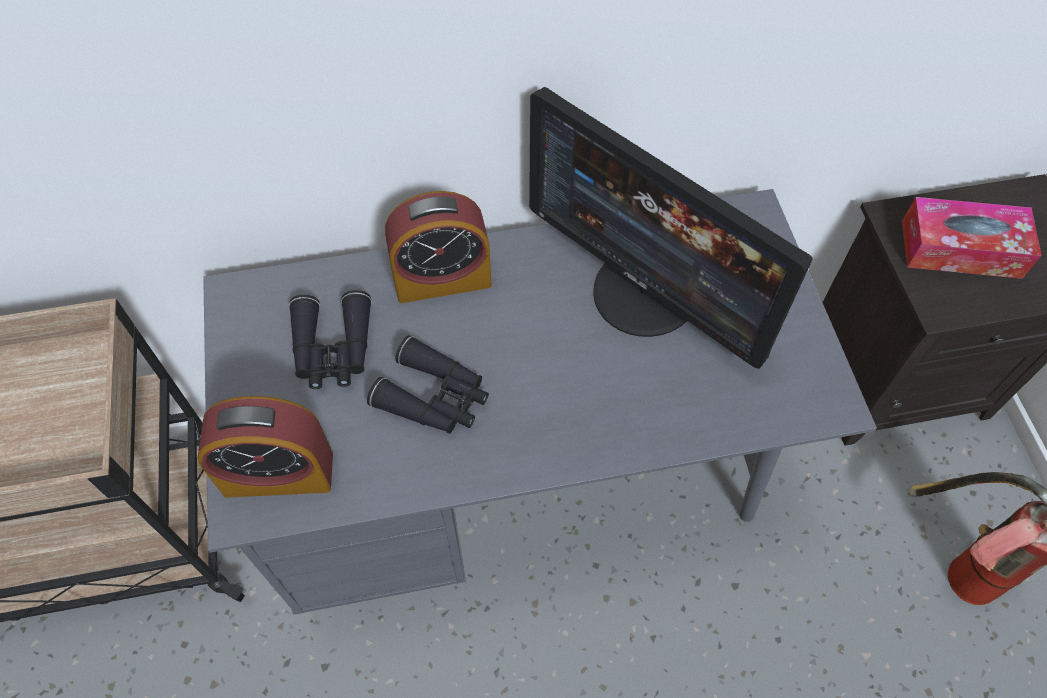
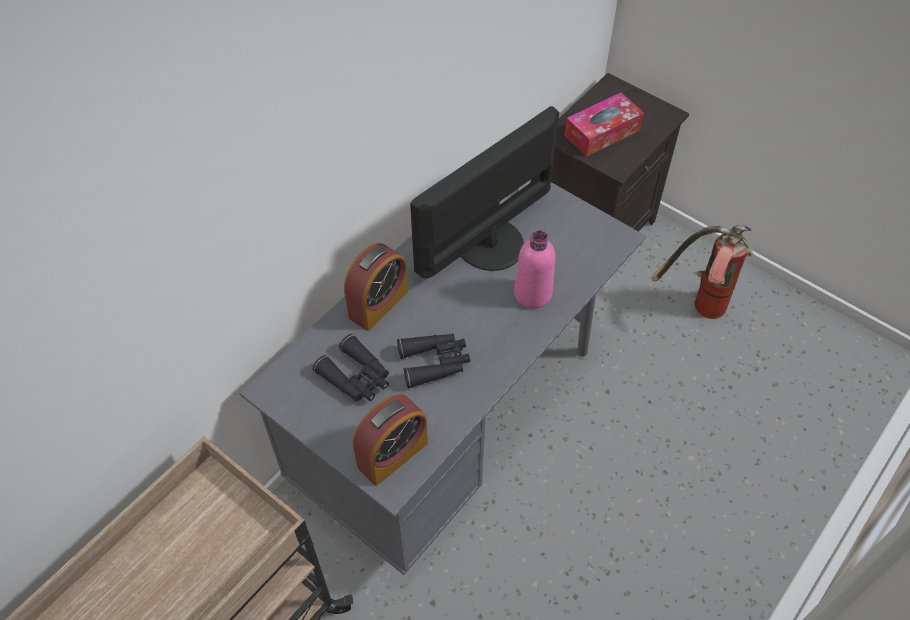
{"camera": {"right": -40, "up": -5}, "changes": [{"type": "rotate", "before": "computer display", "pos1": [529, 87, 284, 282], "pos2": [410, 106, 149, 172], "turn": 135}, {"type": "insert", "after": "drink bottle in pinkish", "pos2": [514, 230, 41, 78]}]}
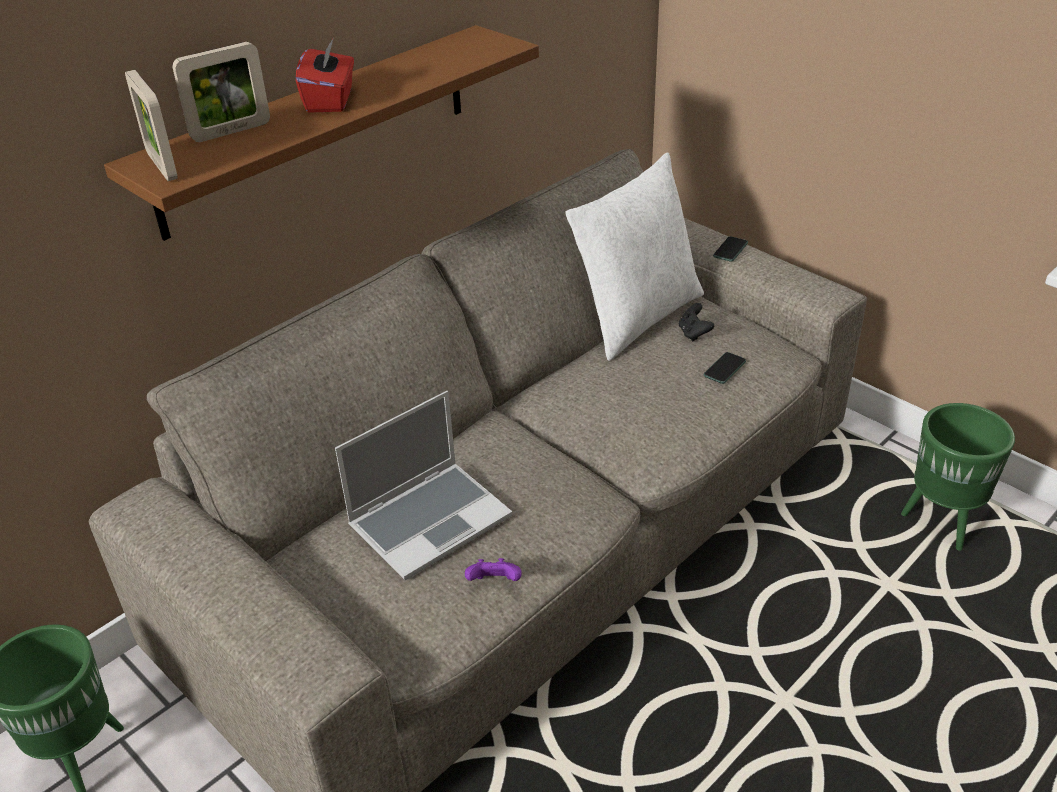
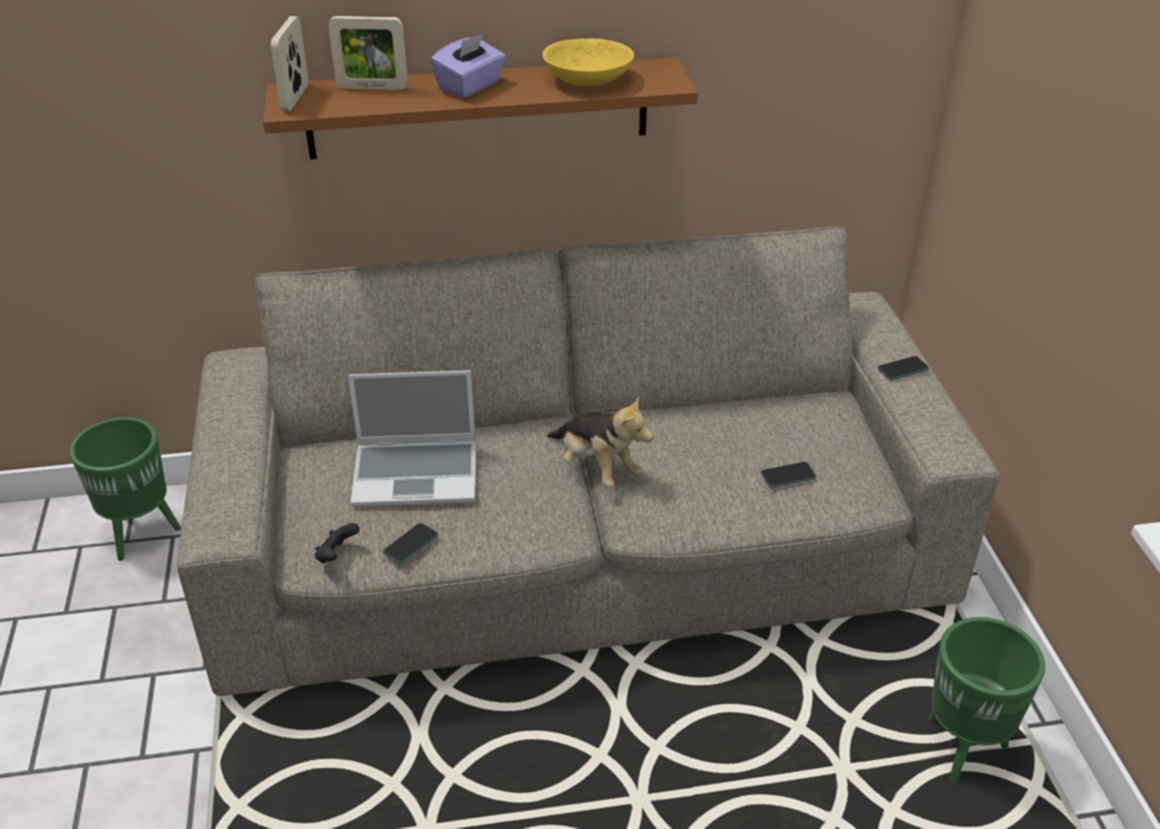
{"camera": {"right": 35, "up": 0}, "changes": [{"type": "recolor", "before": "tissue box in red-coloured", "after": "tissue box in purplish", "pos1": [295, 38, 59, 74], "pos2": [430, 33, 76, 65]}, {"type": "replace", "before": "gamepad in purplish", "after": "handset", "pos1": [465, 558, 57, 23], "pos2": [383, 523, 55, 41]}, {"type": "delete", "before": "throw pillow in white-coloured", "pos1": [565, 153, 139, 208]}, {"type": "move", "before": "gamepad in black", "pos1": [679, 303, 35, 38], "pos2": [315, 523, 45, 40]}, {"type": "insert", "after": "deep dish in yellow", "pos2": [542, 38, 92, 48]}, {"type": "insert", "after": "cuddly toy", "pos2": [547, 396, 106, 91]}]}
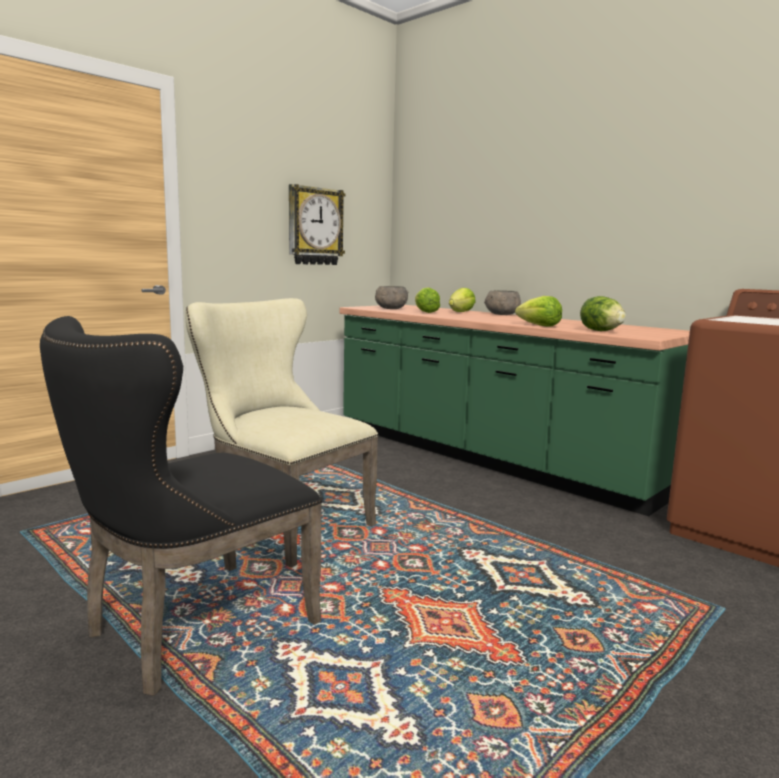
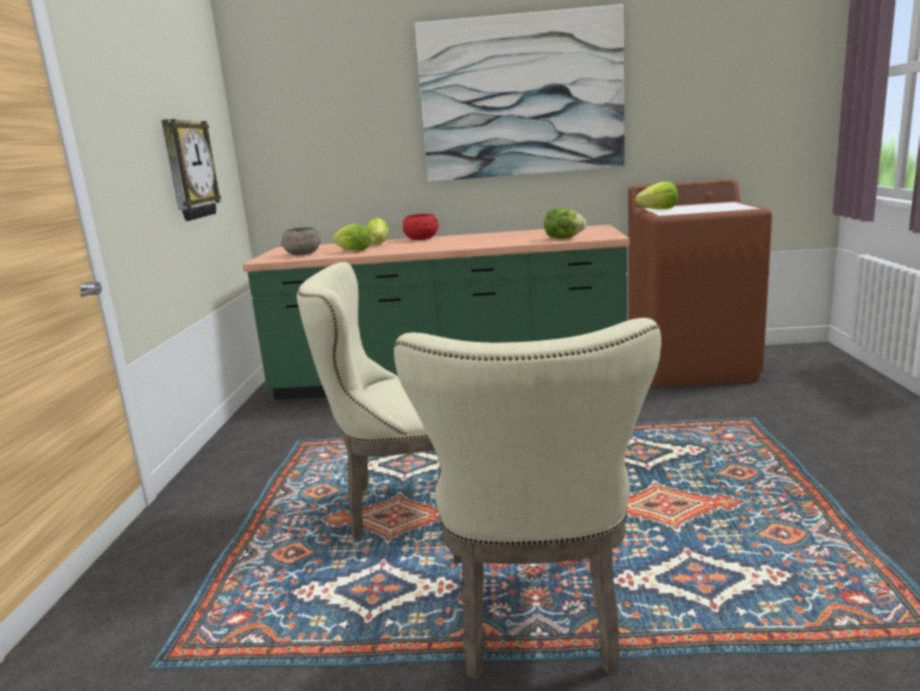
{"camera": {"right": -40, "up": 5}, "changes": [{"type": "recolor", "before": "chair in black", "after": "chair in beige", "pos1": [40, 316, 282, 380], "pos2": [393, 318, 268, 362]}, {"type": "recolor", "before": "deep dish in gray", "after": "deep dish in red-coloured", "pos1": [484, 290, 37, 25], "pos2": [403, 214, 35, 26]}, {"type": "move", "before": "head of lettuce", "pos1": [515, 296, 47, 31], "pos2": [635, 181, 43, 29]}, {"type": "insert", "after": "wall picture", "pos2": [415, 4, 209, 177]}]}
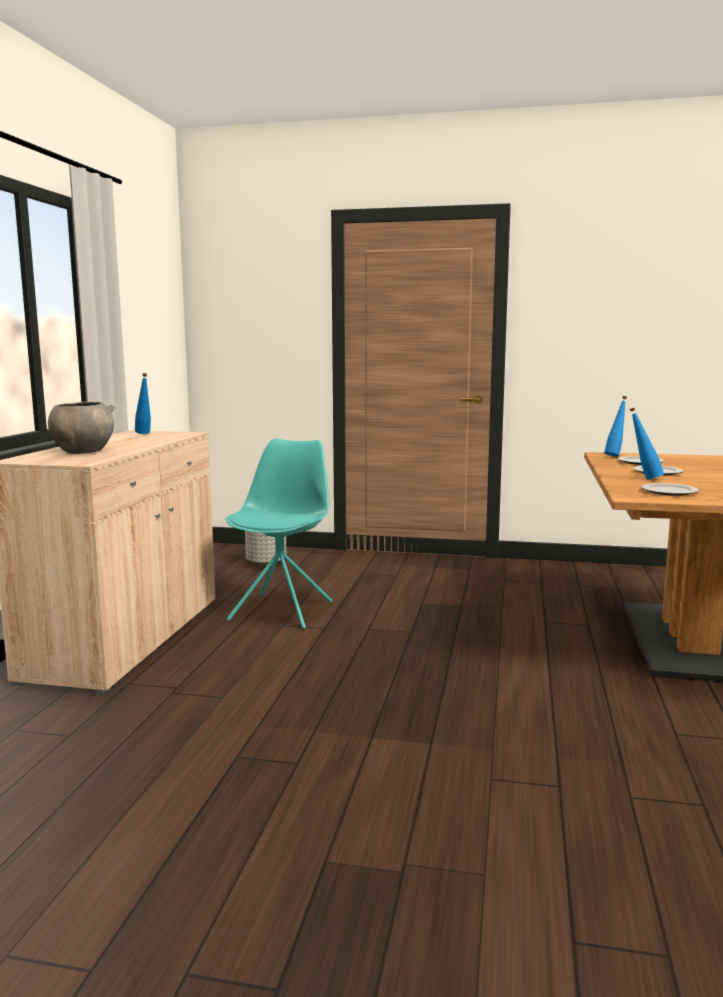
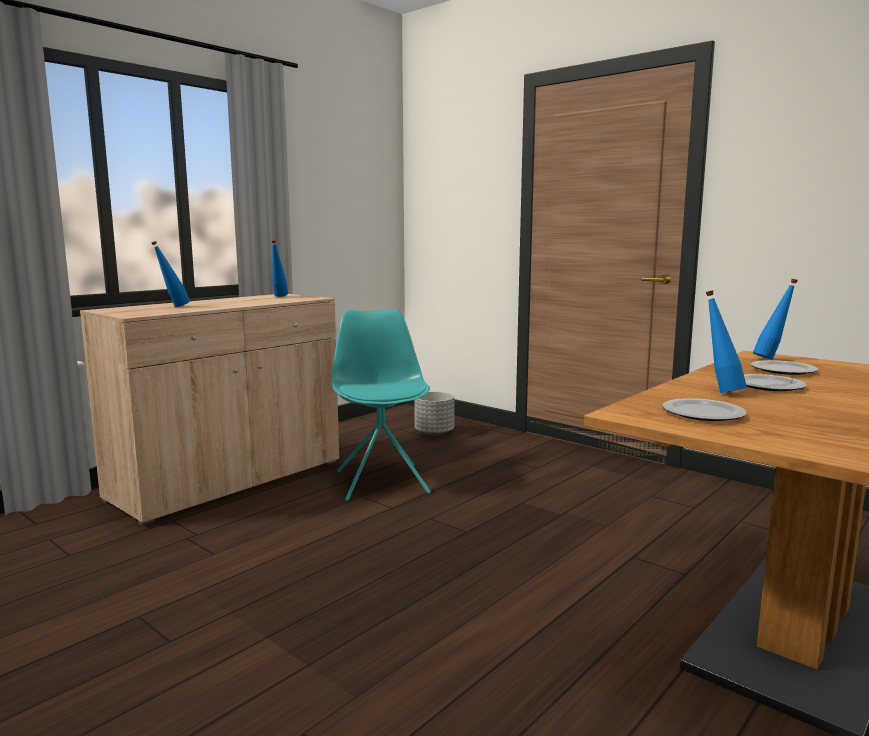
{"camera": {"right": 30, "up": 0}, "changes": [{"type": "replace", "before": "deep dish in gray", "after": "drink bottle in blue-coloured", "pos1": [48, 402, 67, 52], "pos2": [151, 241, 39, 66]}, {"type": "rotate", "before": "chair in blue-green", "pos1": [226, 438, 107, 191], "pos2": [332, 309, 99, 192], "turn": -60}]}
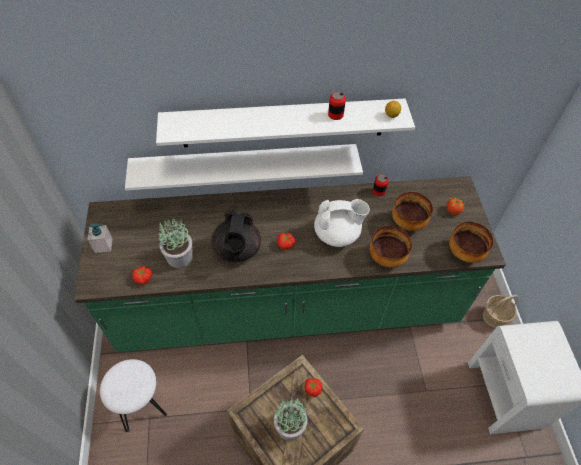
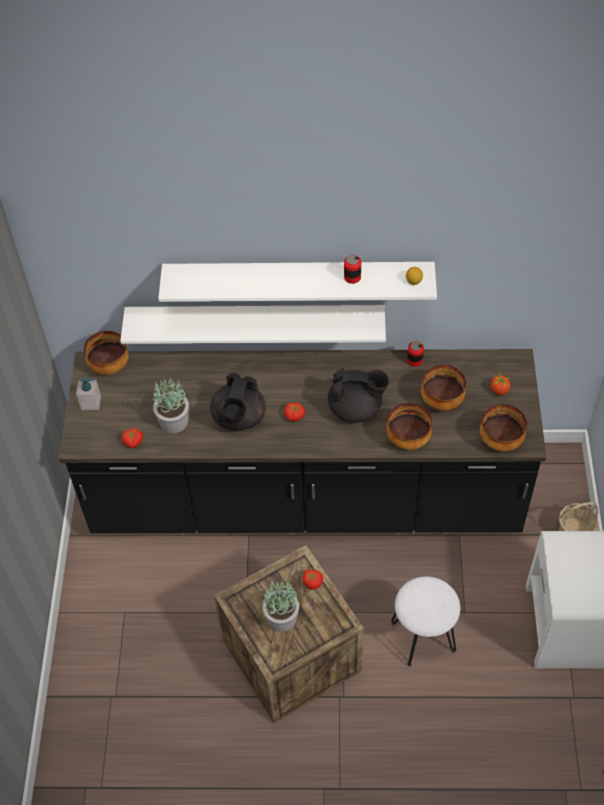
{"camera": {"right": 10, "up": 0}, "changes": [{"type": "recolor", "before": "kitchen base unit in greenish", "after": "kitchen base unit in black", "pos1": [74, 176, 432, 176], "pos2": [59, 349, 487, 184]}, {"type": "move", "before": "stool seat in white-coloured", "pos1": [100, 359, 67, 74], "pos2": [391, 576, 69, 91]}, {"type": "recolor", "before": "tea pot in white-coloured", "after": "tea pot in black", "pos1": [314, 199, 56, 48], "pos2": [328, 368, 61, 55]}, {"type": "insert", "after": "deep dish", "pos2": [84, 331, 45, 44]}]}
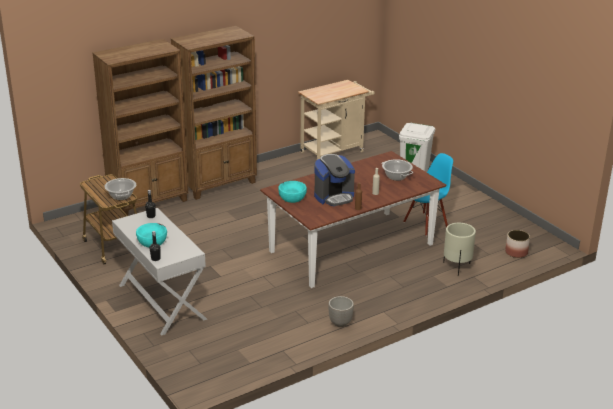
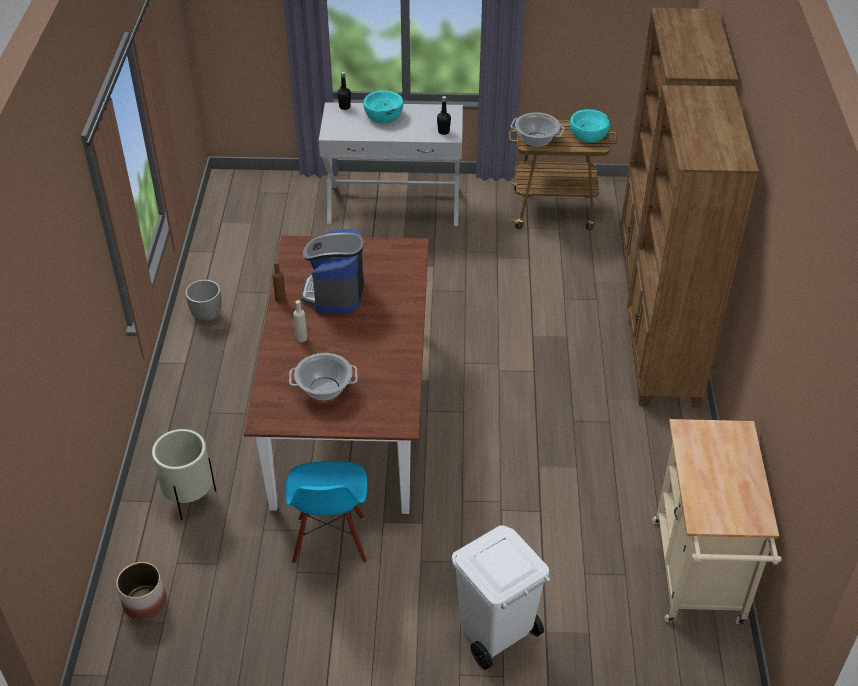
{"camera": {"right": 125, "up": 15}, "changes": [{"type": "move", "before": "deep dish in blue-green", "pos1": [278, 181, 29, 22], "pos2": [570, 109, 40, 34]}]}
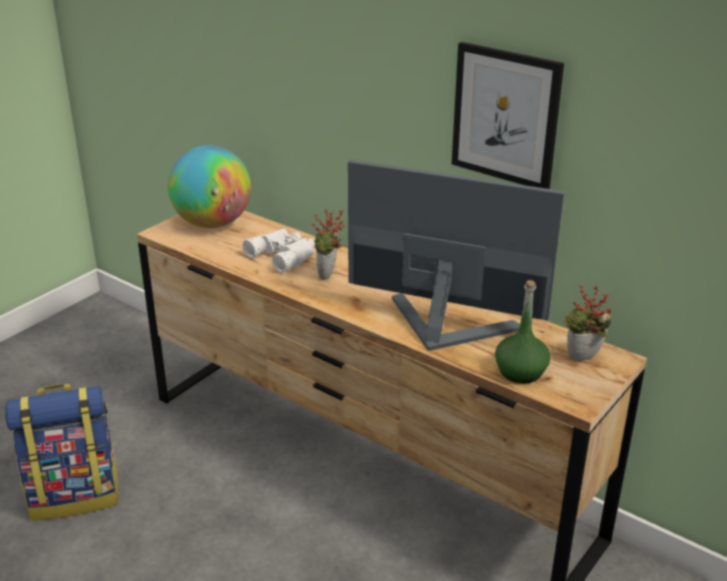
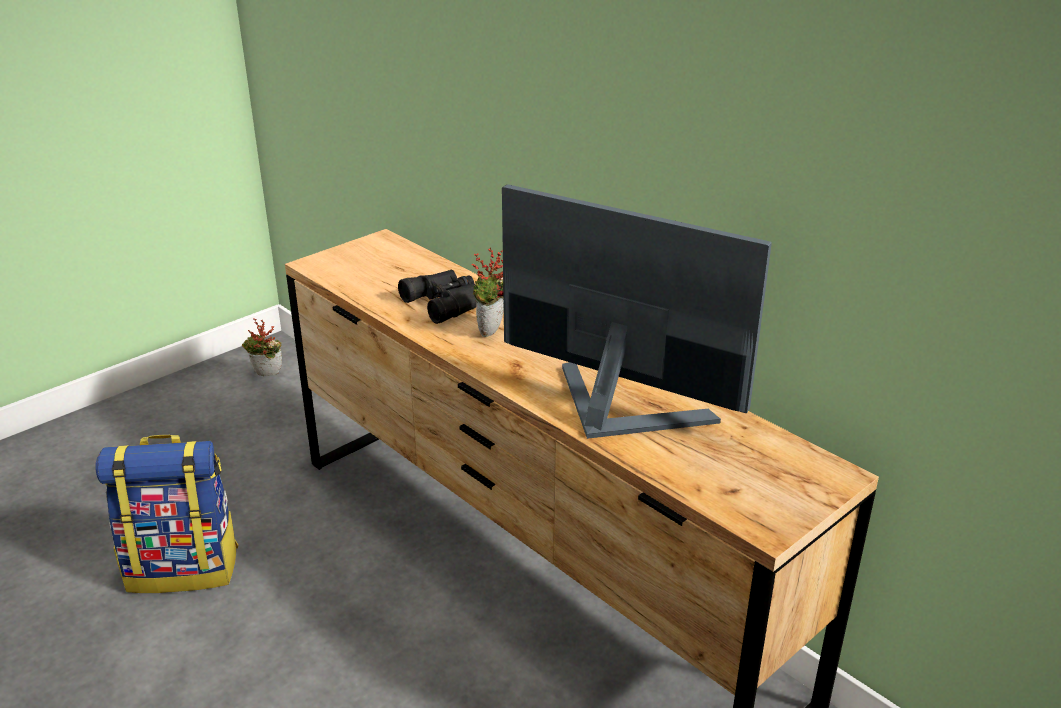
{"camera": {"right": 10, "up": 0}, "changes": [{"type": "delete", "before": "desk globe", "pos1": [168, 146, 83, 82]}, {"type": "recolor", "before": "pair of binoculars in white-coloured", "after": "pair of binoculars in black", "pos1": [243, 228, 72, 45], "pos2": [398, 270, 78, 54]}, {"type": "delete", "before": "wall picture", "pos1": [452, 42, 112, 147]}, {"type": "delete", "before": "drink bottle in greenish", "pos1": [495, 280, 56, 103]}, {"type": "move", "before": "plant in a pot", "pos1": [564, 285, 48, 76], "pos2": [242, 318, 40, 58]}]}
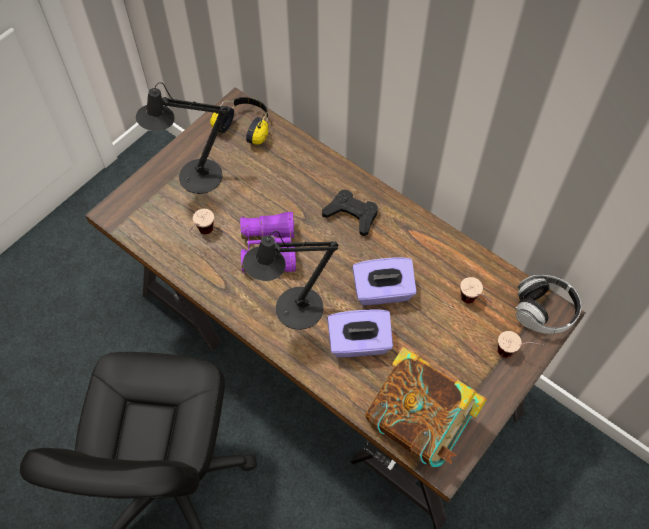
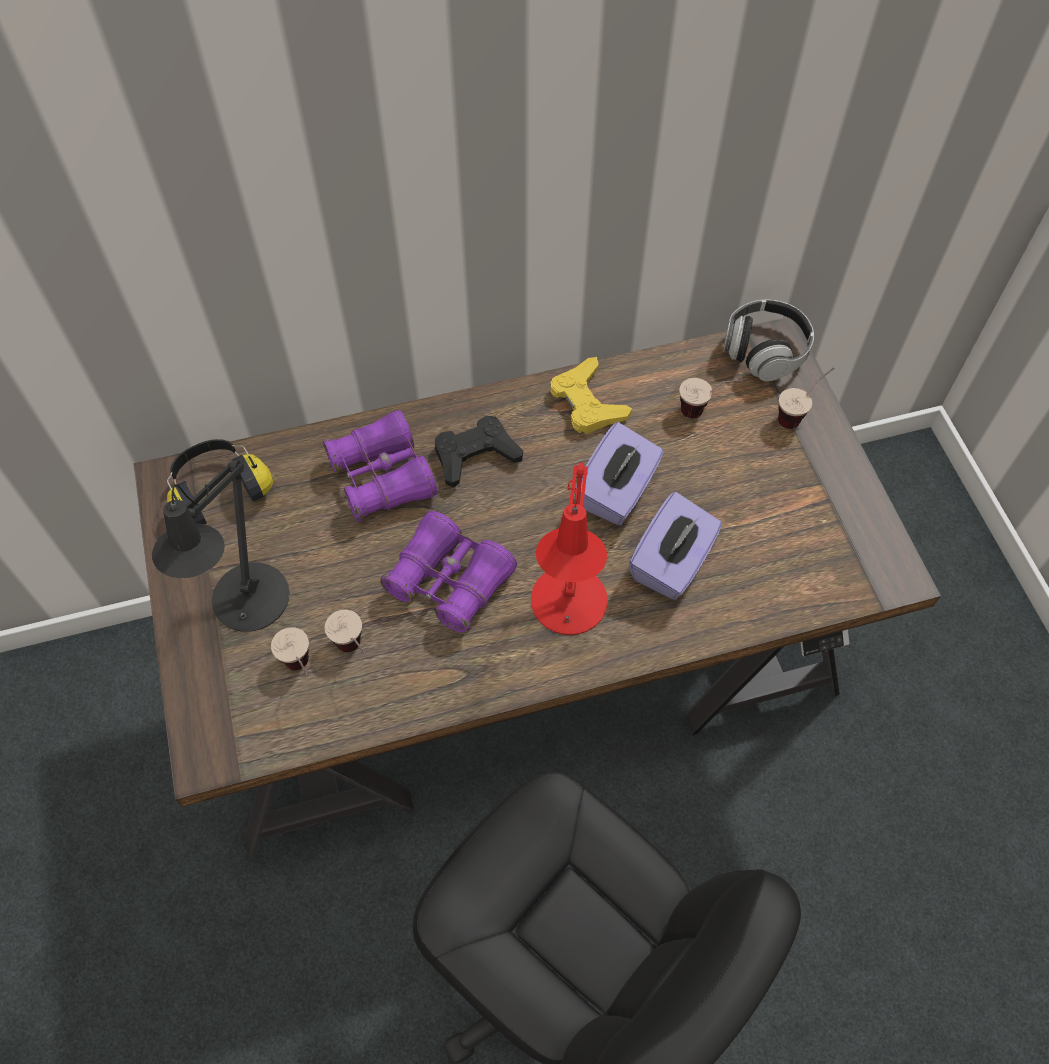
{"camera": {"right": -55, "up": 0}, "changes": [{"type": "recolor", "before": "lamp for a table in black", "after": "lamp for a table in red-coloured", "pos1": [243, 231, 95, 99], "pos2": [531, 463, 77, 172]}, {"type": "delete", "before": "book", "pos1": [365, 347, 122, 120]}, {"type": "insert", "after": "small cup", "pos2": [271, 627, 38, 48]}, {"type": "insert", "after": "pair of binoculars in purplish", "pos2": [323, 410, 115, 112]}, {"type": "insert", "after": "gamepad in yellow", "pos2": [551, 357, 81, 77]}]}
